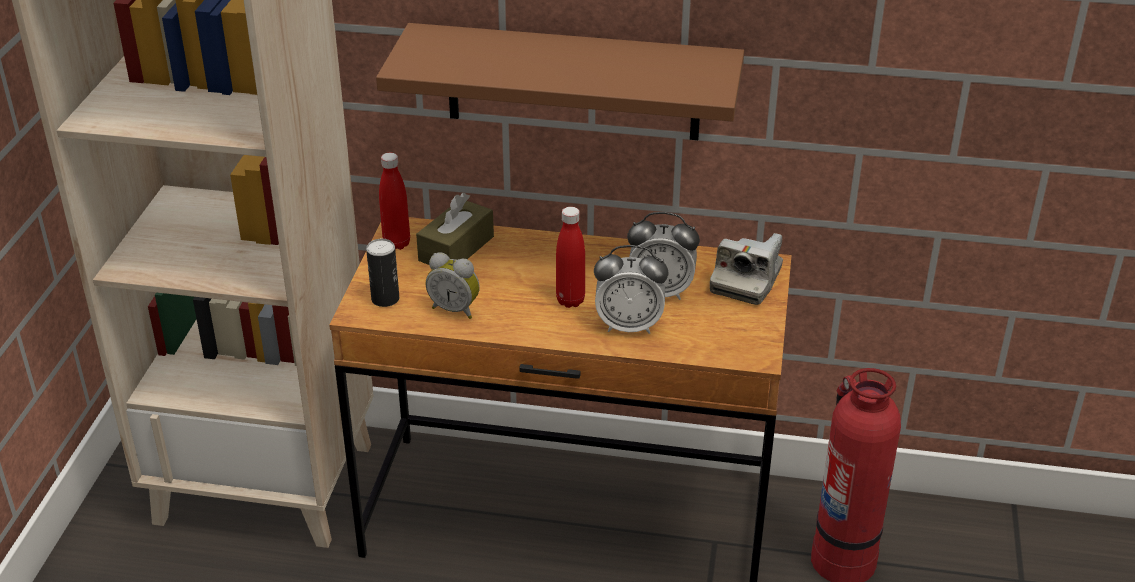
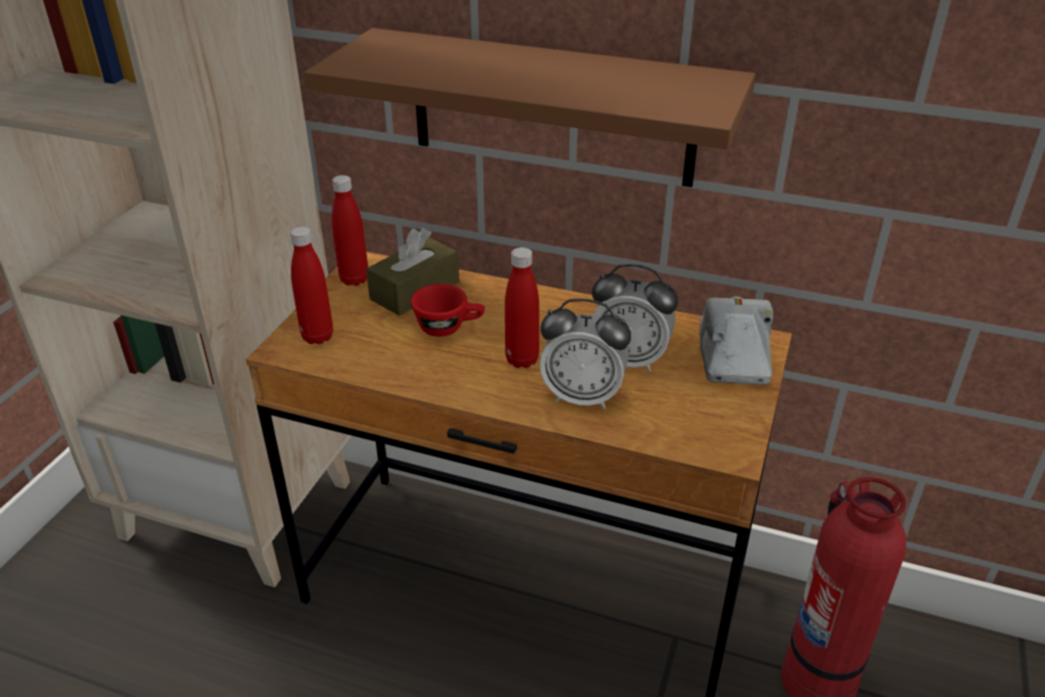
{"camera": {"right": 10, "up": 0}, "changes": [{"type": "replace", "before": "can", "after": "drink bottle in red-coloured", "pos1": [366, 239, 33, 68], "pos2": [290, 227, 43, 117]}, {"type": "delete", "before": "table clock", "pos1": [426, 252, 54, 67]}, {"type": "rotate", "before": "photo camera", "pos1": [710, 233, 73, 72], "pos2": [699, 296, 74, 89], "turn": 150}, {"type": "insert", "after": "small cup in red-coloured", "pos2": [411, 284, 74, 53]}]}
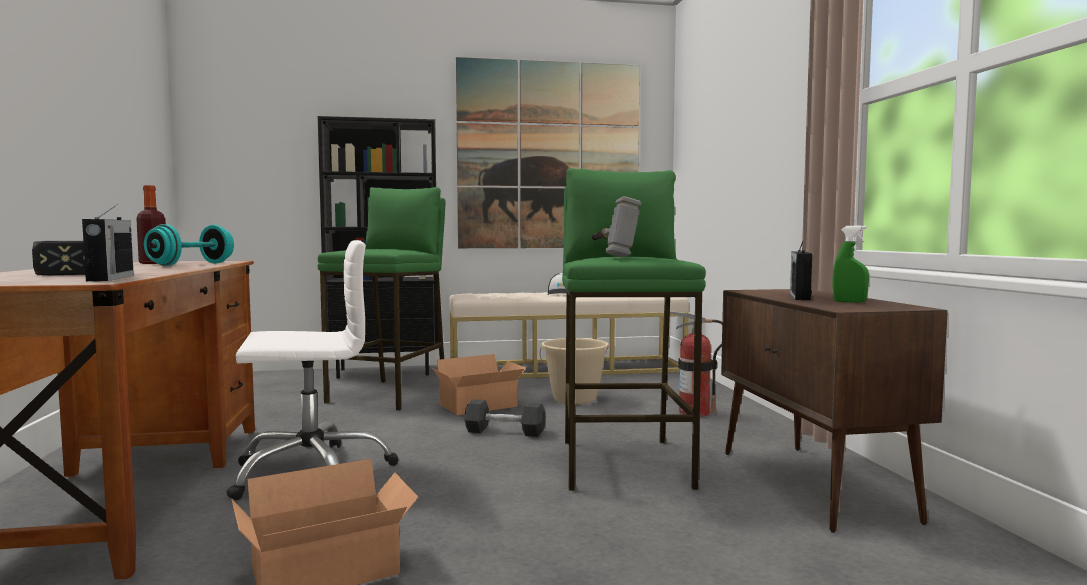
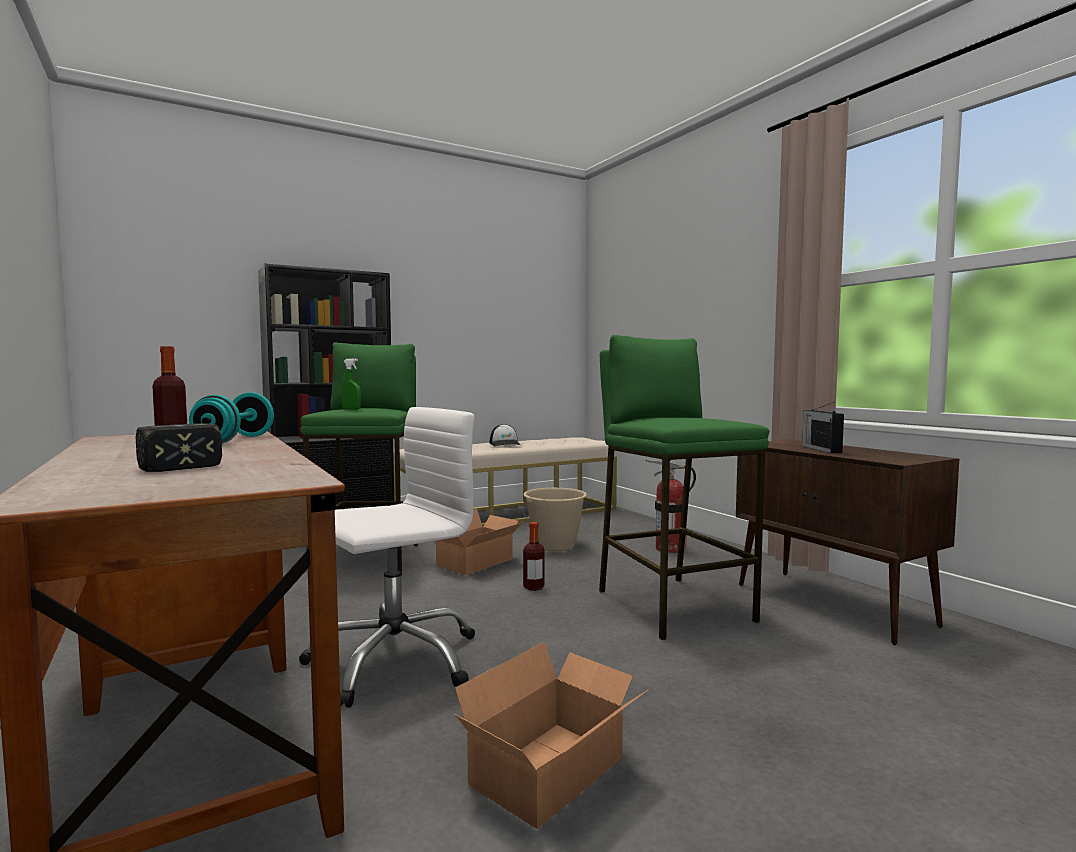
{"camera": {"right": -20, "up": 0}, "changes": [{"type": "delete", "before": "radio set", "pos1": [82, 204, 52, 77]}, {"type": "delete", "before": "wall picture", "pos1": [456, 57, 184, 191]}, {"type": "replace", "before": "free weight in gray", "after": "drink bottle", "pos1": [464, 399, 82, 38], "pos2": [523, 522, 21, 69]}, {"type": "delete", "before": "hand hammer", "pos1": [592, 196, 49, 61]}, {"type": "move", "before": "sprayer in greenish", "pos1": [832, 225, 37, 78], "pos2": [341, 359, 20, 51]}]}
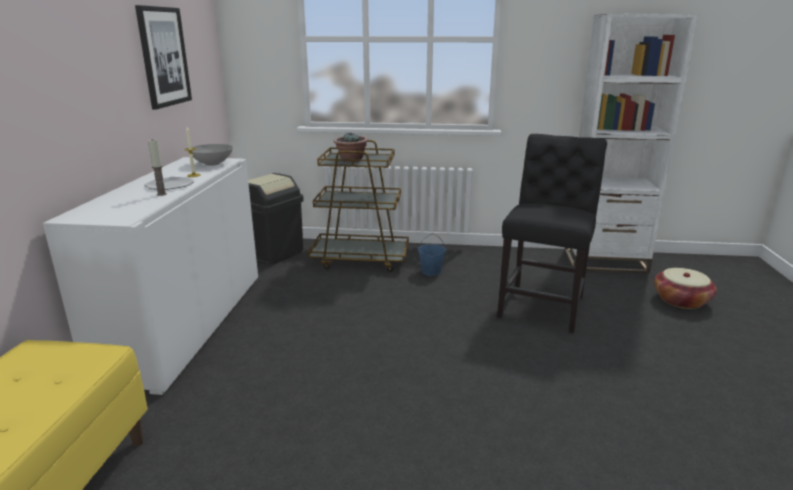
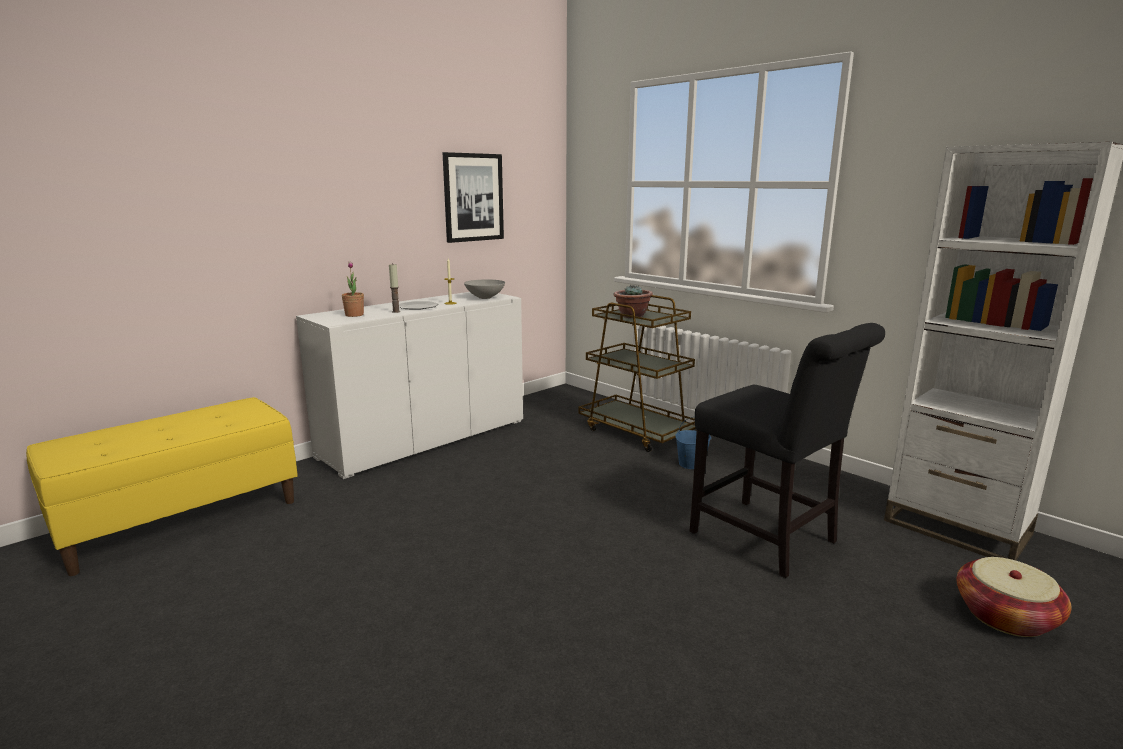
{"camera": {"right": 40, "up": -5}, "changes": [{"type": "delete", "before": "waste bin in black", "pos1": [248, 173, 56, 92]}, {"type": "rotate", "before": "chair in black", "pos1": [497, 134, 110, 199], "pos2": [690, 323, 195, 255], "turn": 75}, {"type": "insert", "after": "plant in a pot", "pos2": [342, 262, 22, 55]}]}
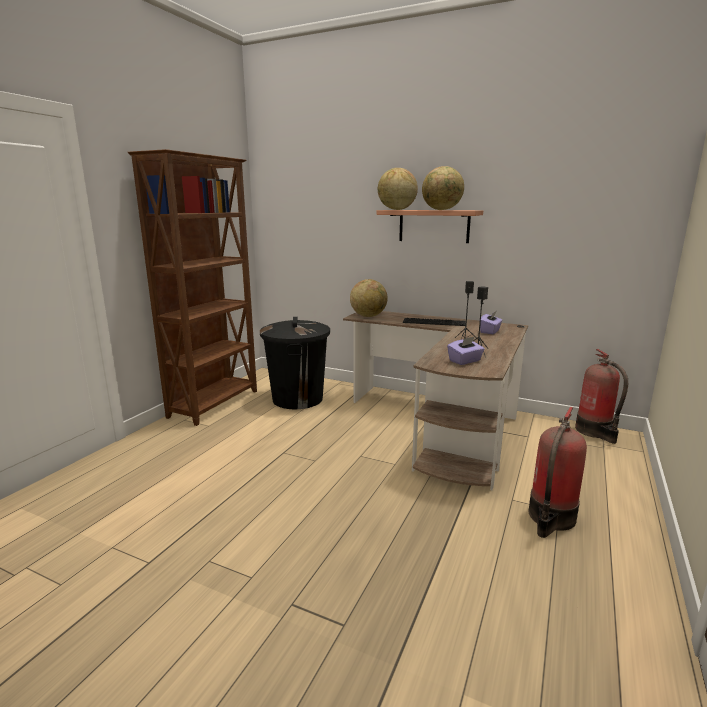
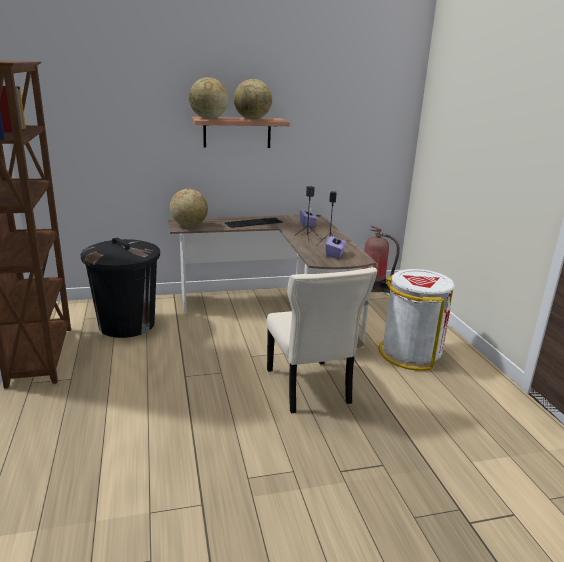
{"camera": {"right": -40, "up": 5}, "changes": [{"type": "replace", "before": "extinguisher", "after": "waste bin in white-coloured", "pos1": [528, 407, 59, 131], "pos2": [379, 269, 76, 102]}, {"type": "insert", "after": "chair in beige", "pos2": [266, 267, 111, 147]}]}
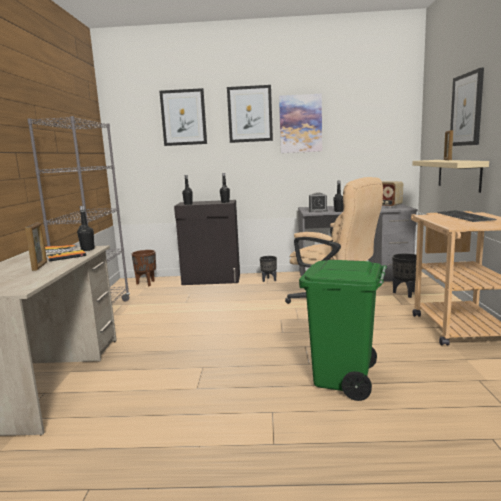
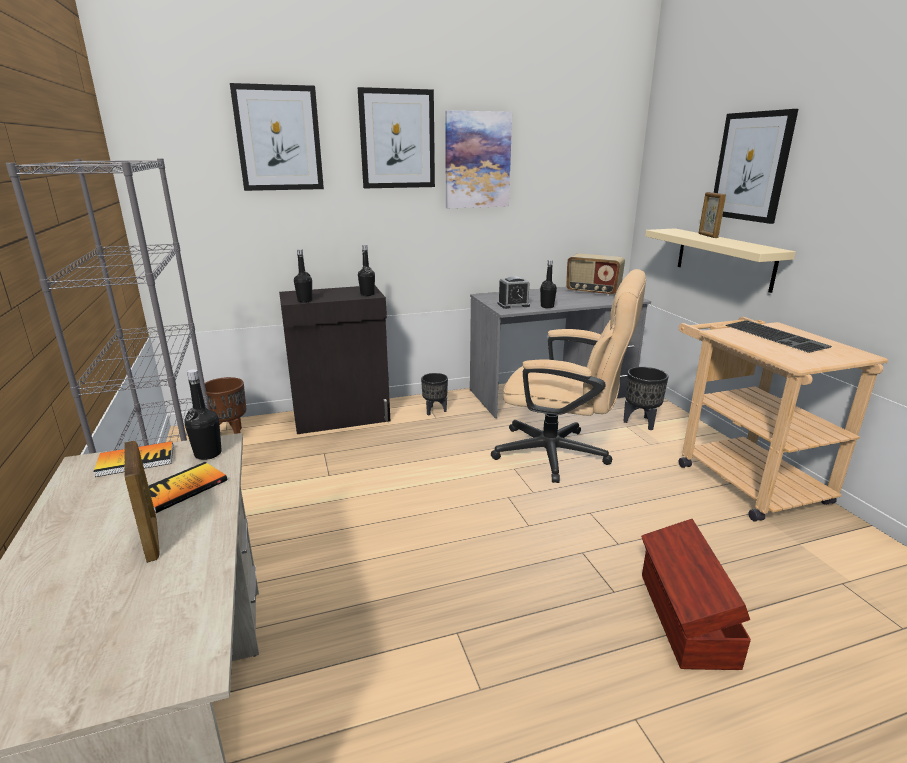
{"camera": {"right": -20, "up": 10}, "changes": [{"type": "replace", "before": "waste bin in greenish", "after": "storage bin in brownish", "pos1": [299, 260, 88, 141], "pos2": [641, 519, 110, 151]}]}
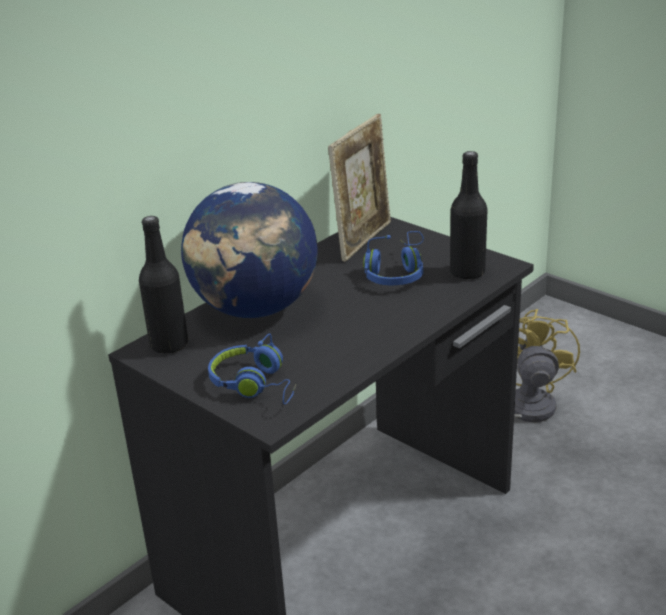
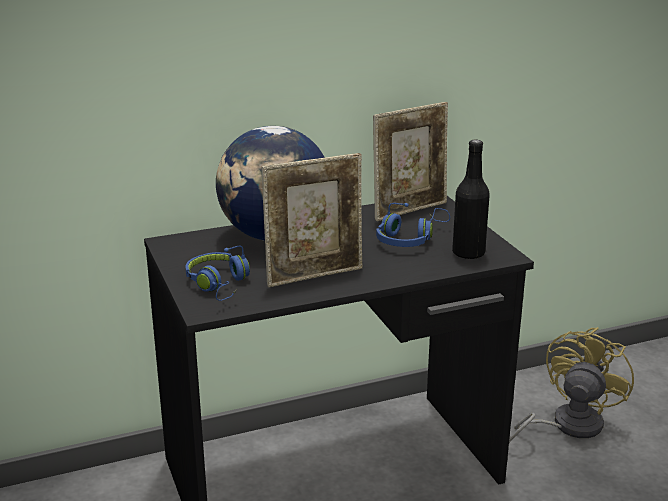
{"camera": {"right": 25, "up": -5}, "changes": [{"type": "delete", "before": "drink bottle in black", "pos1": [139, 216, 49, 137]}, {"type": "insert", "after": "standing frame", "pos2": [262, 153, 100, 134]}]}
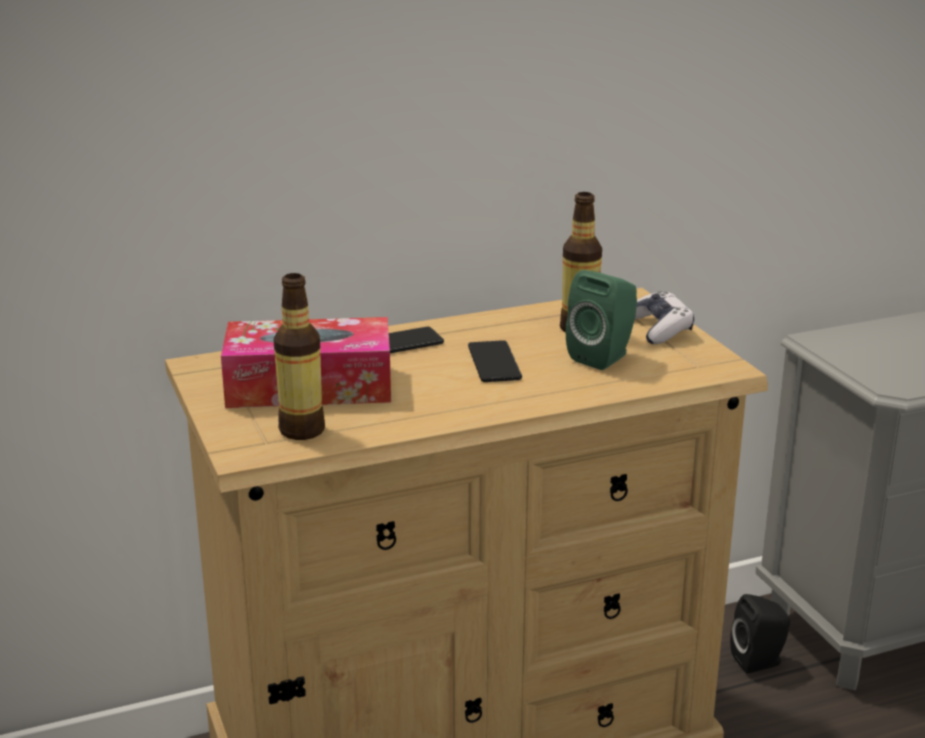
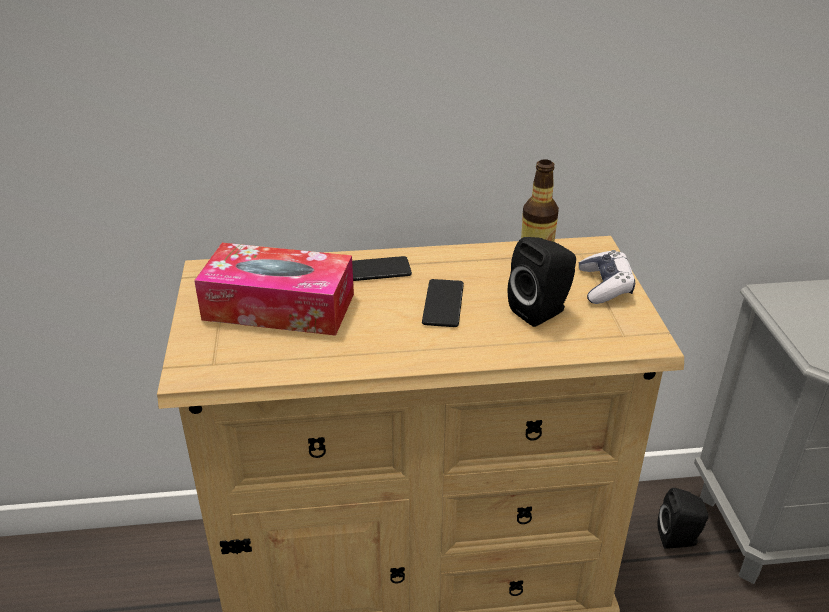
{"camera": {"right": 15, "up": 10}, "changes": [{"type": "delete", "before": "drink bottle", "pos1": [273, 273, 52, 167]}, {"type": "recolor", "before": "audio speaker in greenish", "after": "audio speaker in black", "pos1": [566, 270, 71, 100], "pos2": [508, 237, 68, 90]}]}
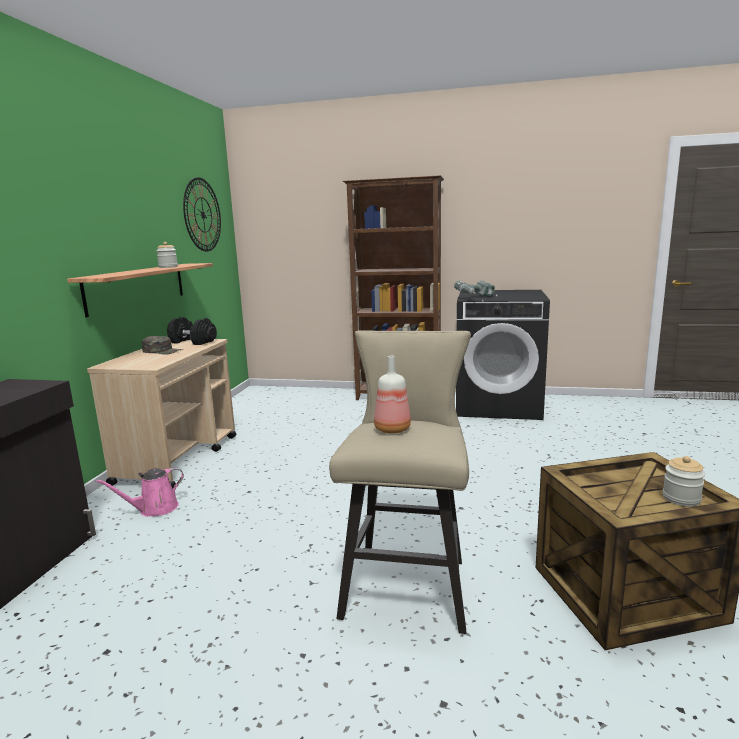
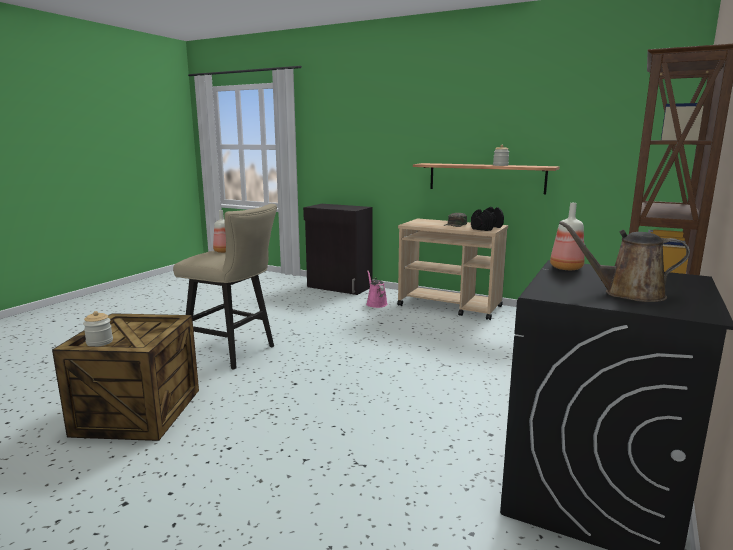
{"camera": {"right": 105, "up": 0}, "changes": [{"type": "delete", "before": "hanging clock", "pos1": [183, 177, 38, 74]}, {"type": "replace", "before": "electric drill", "after": "drink bottle", "pos1": [454, 281, 44, 16], "pos2": [550, 203, 35, 67]}, {"type": "insert", "after": "watering pot in brownish", "pos2": [559, 221, 131, 81]}]}
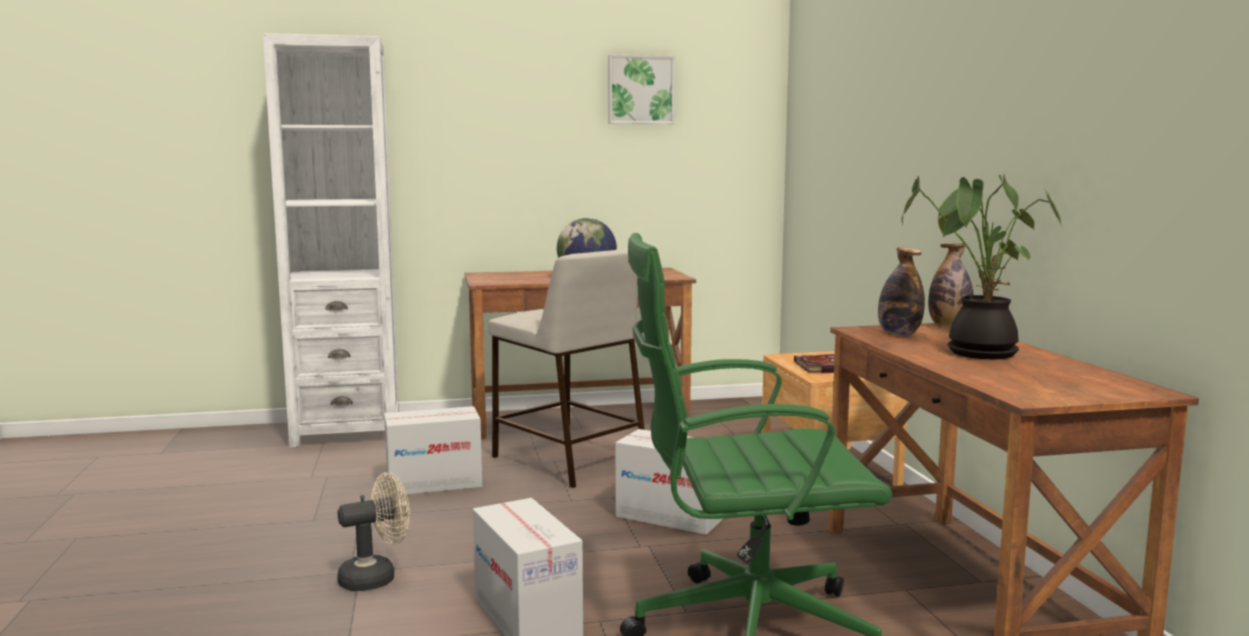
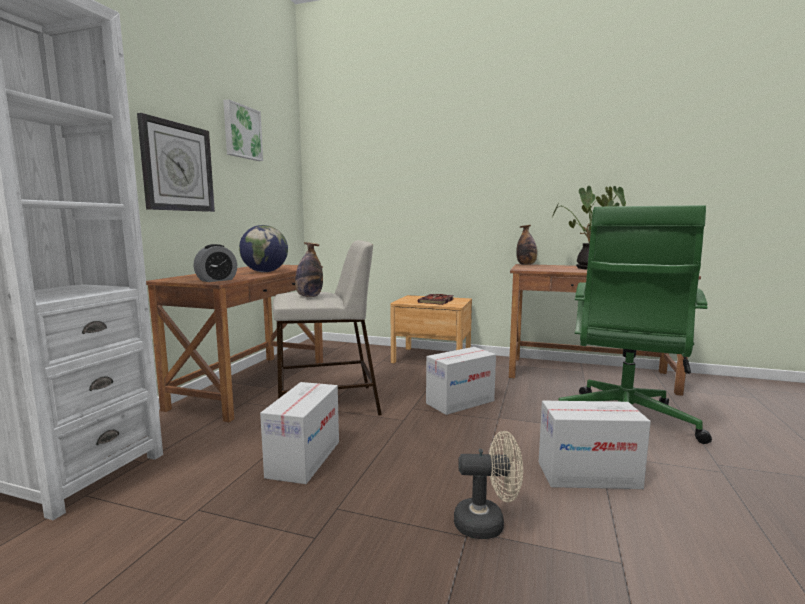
{"camera": {"right": -60, "up": 0}, "changes": [{"type": "rotate", "before": "electric fan in beige", "pos1": [337, 472, 73, 119], "pos2": [454, 431, 69, 108], "turn": 90}, {"type": "move", "before": "drink bottle", "pos1": [878, 247, 47, 89], "pos2": [295, 242, 28, 55]}, {"type": "insert", "after": "hanging clock", "pos2": [137, 113, 78, 99]}, {"type": "insert", "after": "table clock", "pos2": [194, 244, 43, 38]}]}
